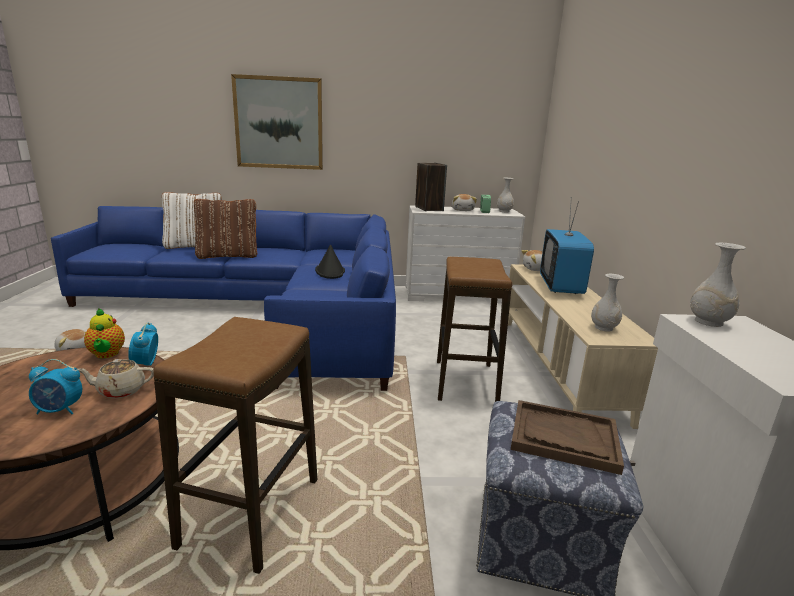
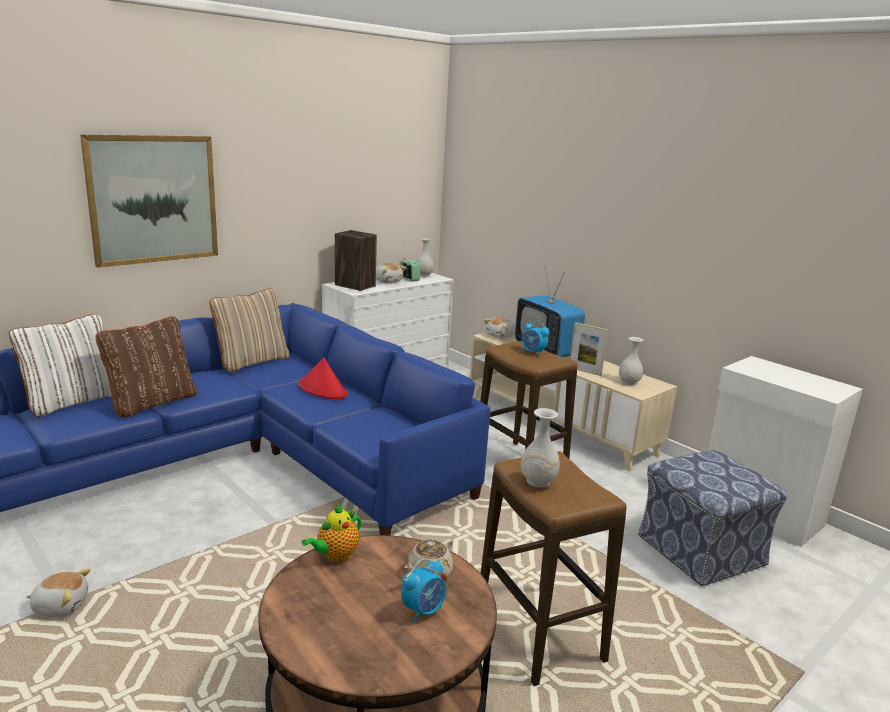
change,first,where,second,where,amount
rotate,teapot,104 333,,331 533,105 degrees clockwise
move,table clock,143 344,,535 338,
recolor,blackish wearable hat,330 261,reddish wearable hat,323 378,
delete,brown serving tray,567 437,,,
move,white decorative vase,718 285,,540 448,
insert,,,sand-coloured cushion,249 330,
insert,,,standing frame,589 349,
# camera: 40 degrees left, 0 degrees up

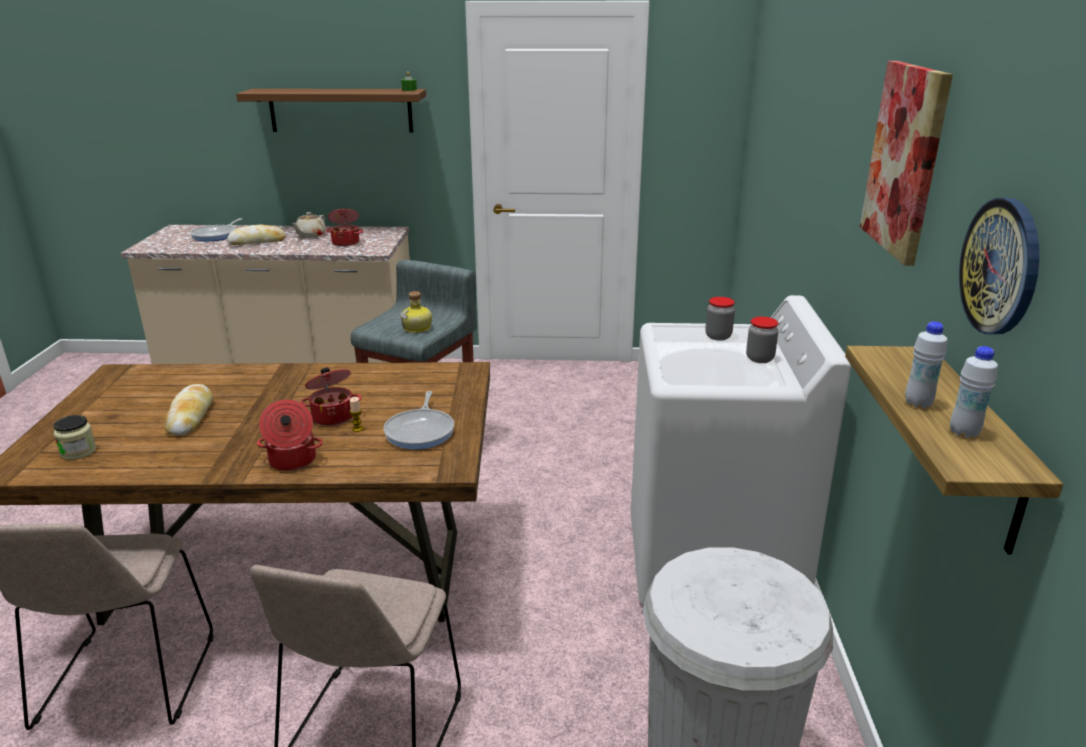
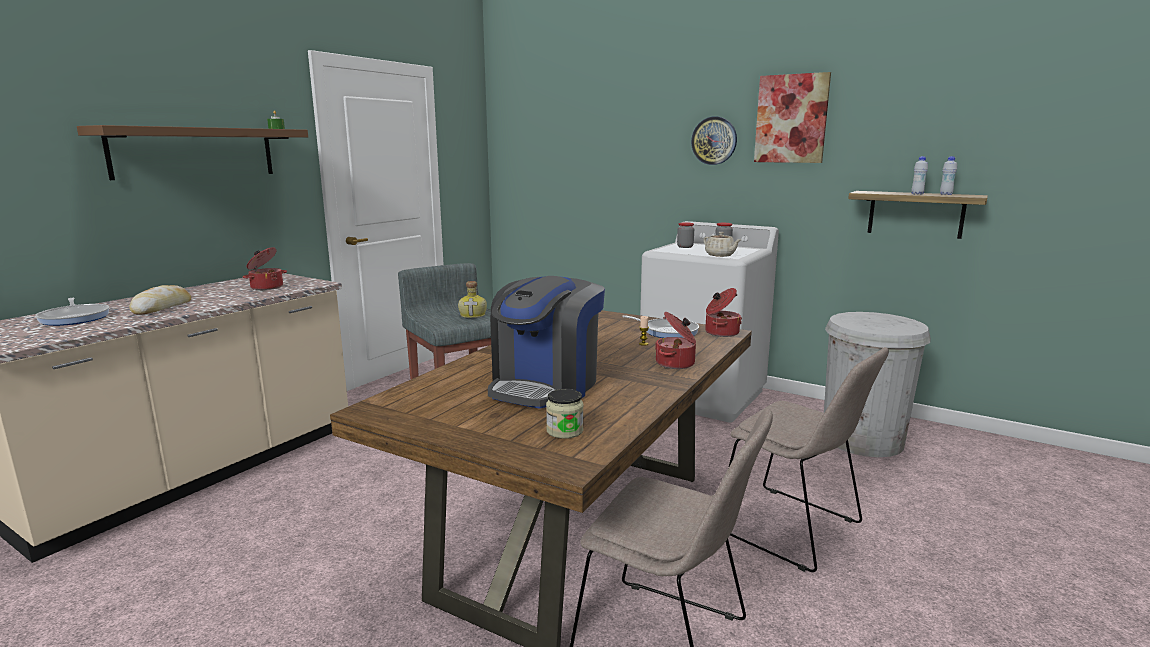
change,first,where,second,where,amount
replace,bakery bread,189 410,coffee machine,546 342,
move,sand-coloured teapot,309 225,,721 244,
move,saucepot,331 396,,723 312,
move,wall clock,999 266,,714 140,
# camera: 60 degrees left, 10 degrees down

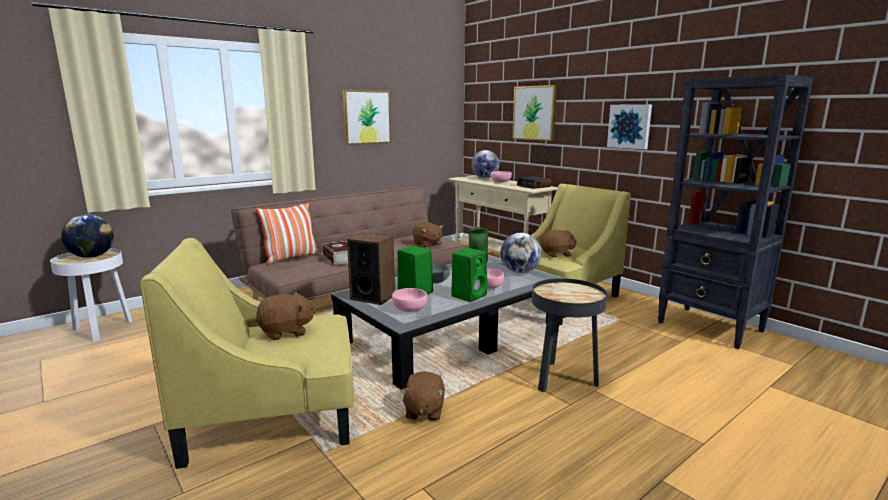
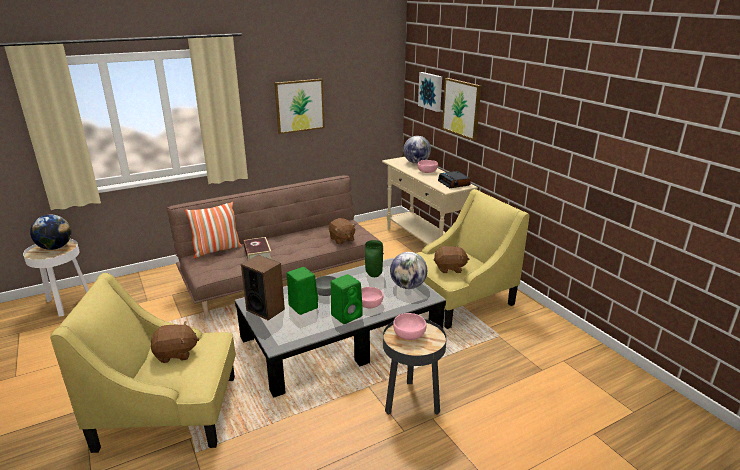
change,first,where,second,where,amount
move,pink bowl,409 300,,409 326,
delete,brown soft toy,422 396,,,
move,wall picture,629 126,,430 92,
delete,blackish bookshelf,735 211,,,
# camera: 10 degrees right, 10 degrees up

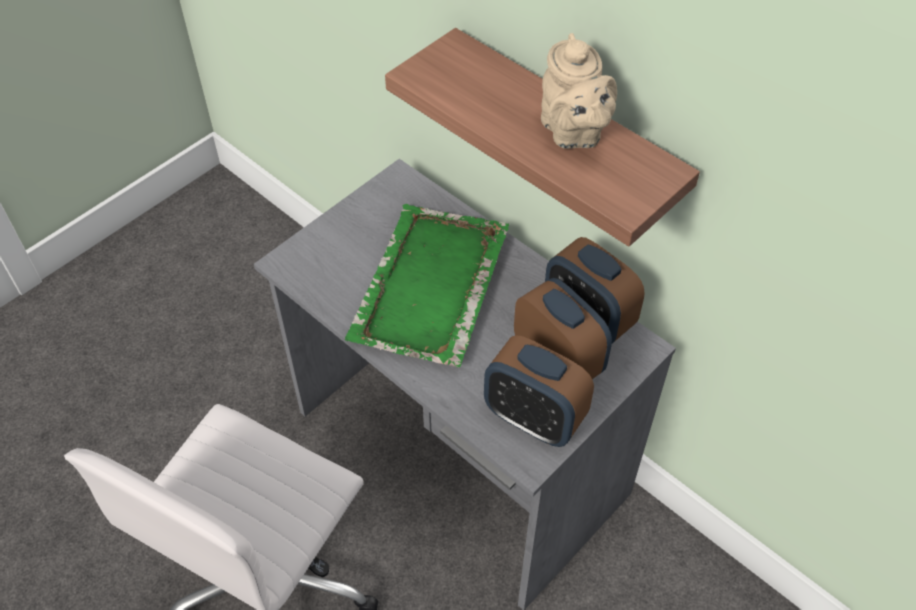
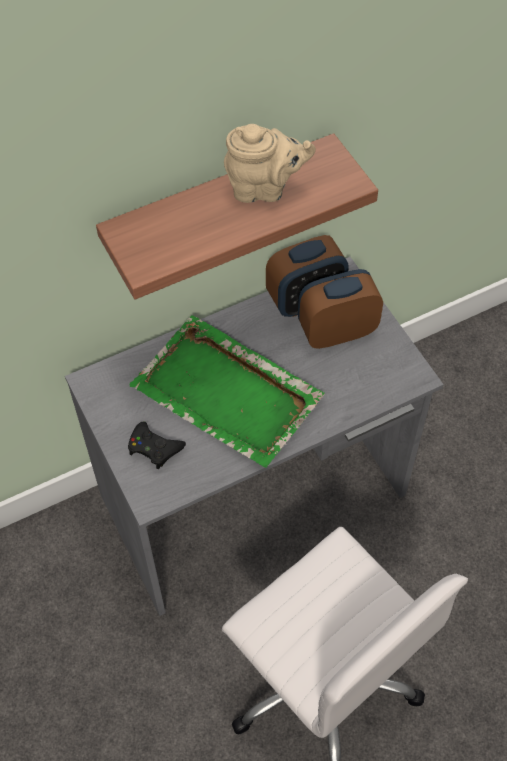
change,first,where,second,where,amount
delete,table clock,539 391,,,
insert,,,blackish gamepad,157 445,
# camera: 70 degrees left, 5 degrees up

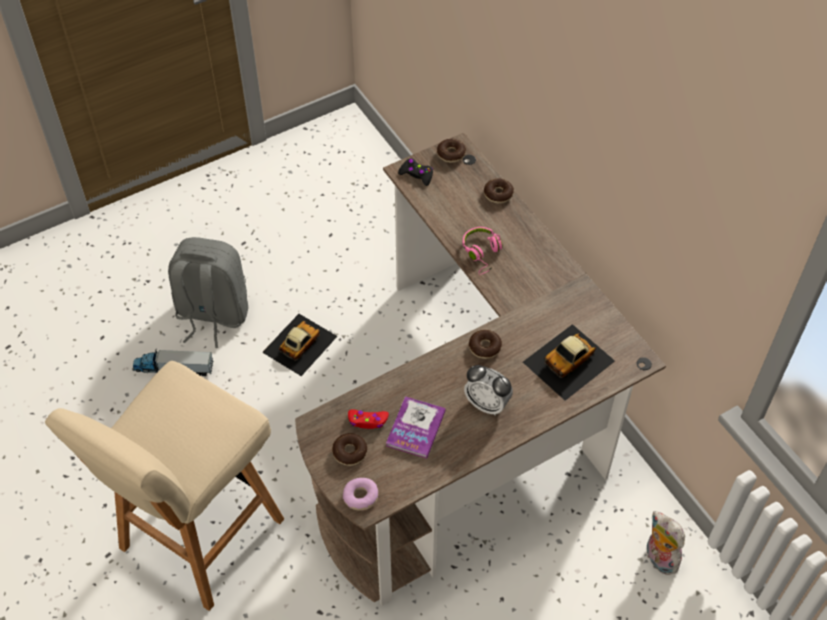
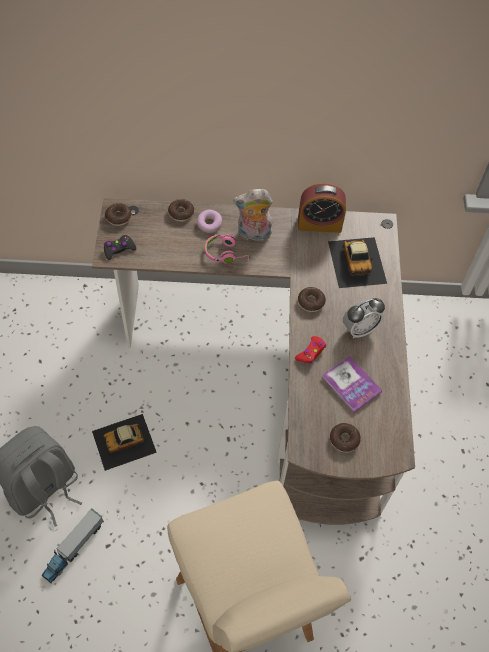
change,first,where,second,where,amount
rotate,model car,299 345,,124 442,90 degrees counterclockwise
move,donut,360 494,,209 221,
move,reddish gamepad,368 419,,310 349,
move,soft toy,666 543,,253 216,
insert,,,table clock,322 208,
# camera: 60 degrees left, 5 degrees up

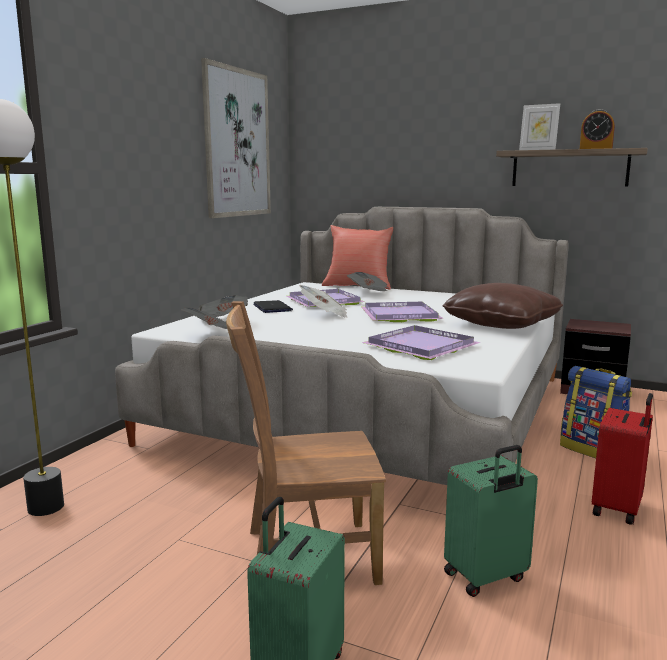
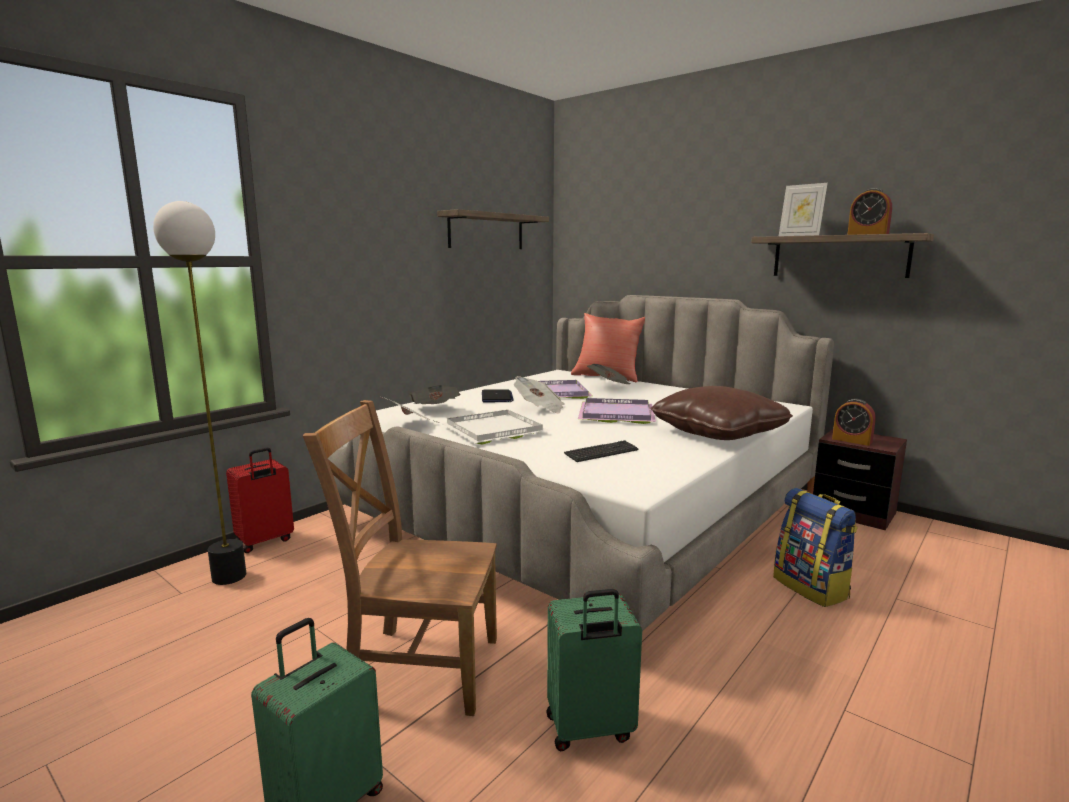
change,first,where,second,where,amount
replace,wall picture,236 138,bracket shelf,493 229,
replace,purplish serving tray,421 342,keyboard,601 451,
move,reddish piece of luggage,622 459,,260 500,
insert,,,white serving tray,495 427,
insert,,,table clock,854 422,
# camera: 15 degrees right, 0 degrees up

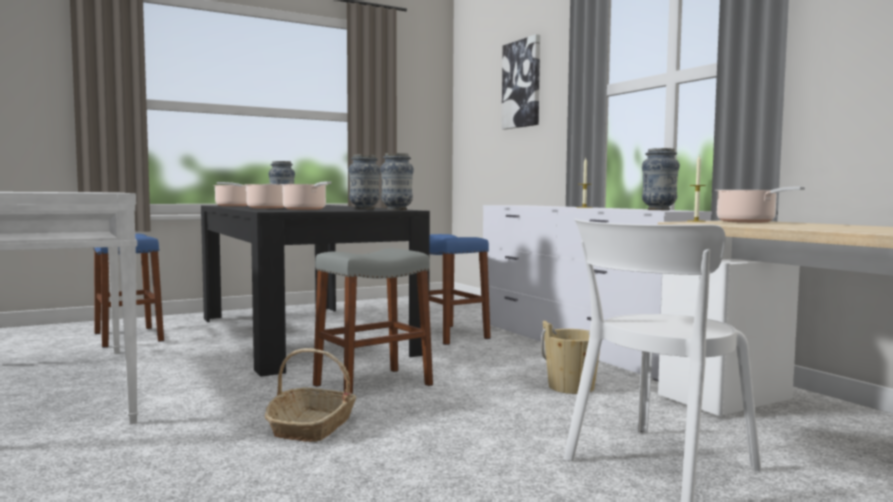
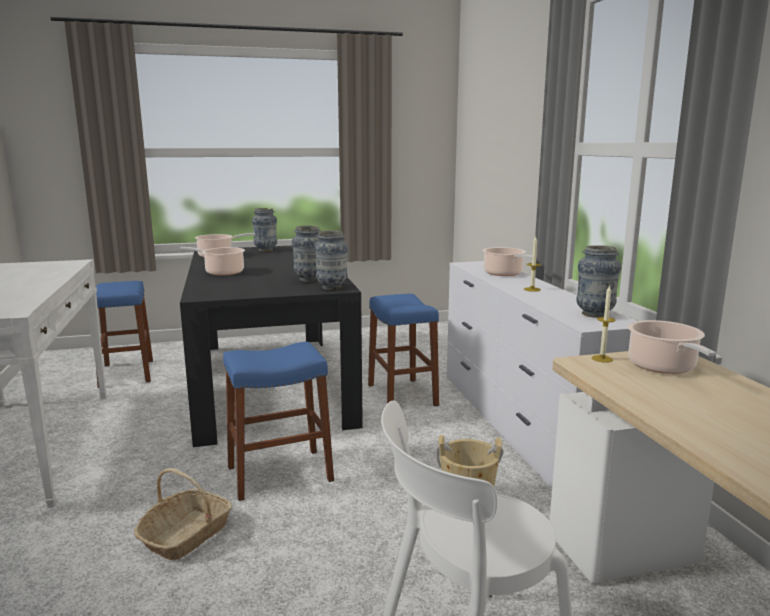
change,first,where,second,where,amount
move,saucepot,305 195,,507 261,
recolor,gray sitting stool,373 321,blue-coloured sitting stool,278 421,
delete,wall picture,520 81,,,
# camera: 15 degrees right, 10 degrees up

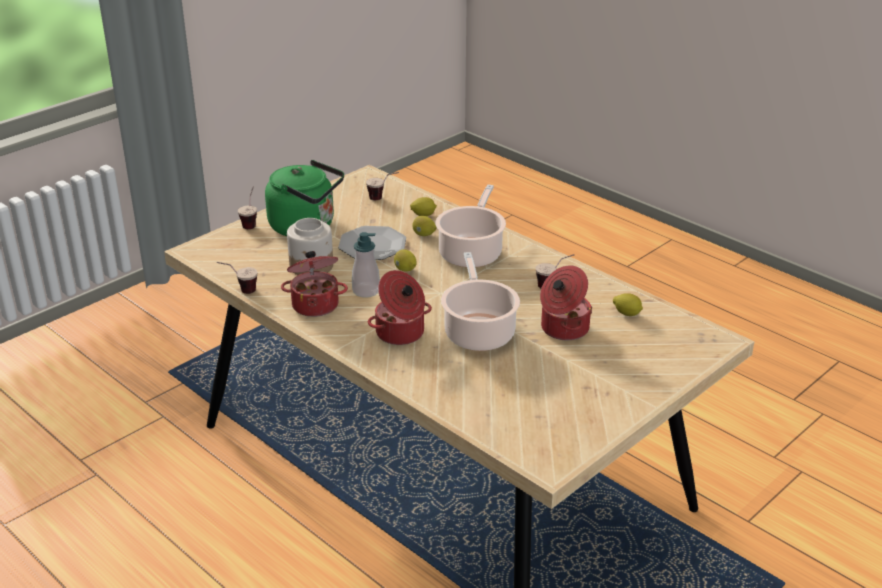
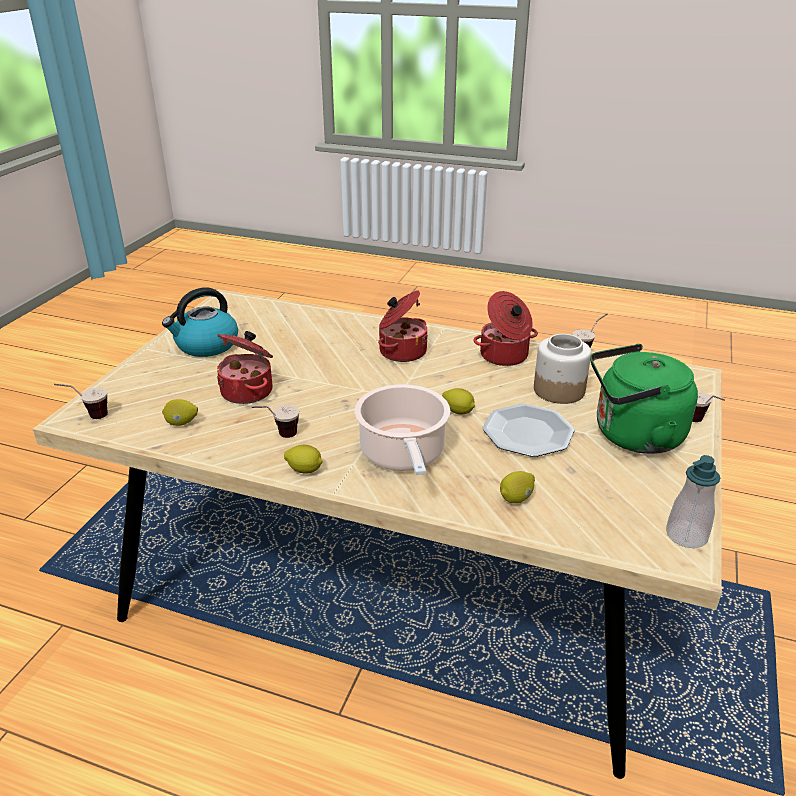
change,first,where,second,where,amount
move,soap bottle,366 265,,693 501,
move,cup,382 186,,81 401,
move,lemon,424 226,,303 459,
delete,saucepot,480 301,,,
insert,,,kettle,200 322,
# camera: 155 degrees right, 0 degrees up

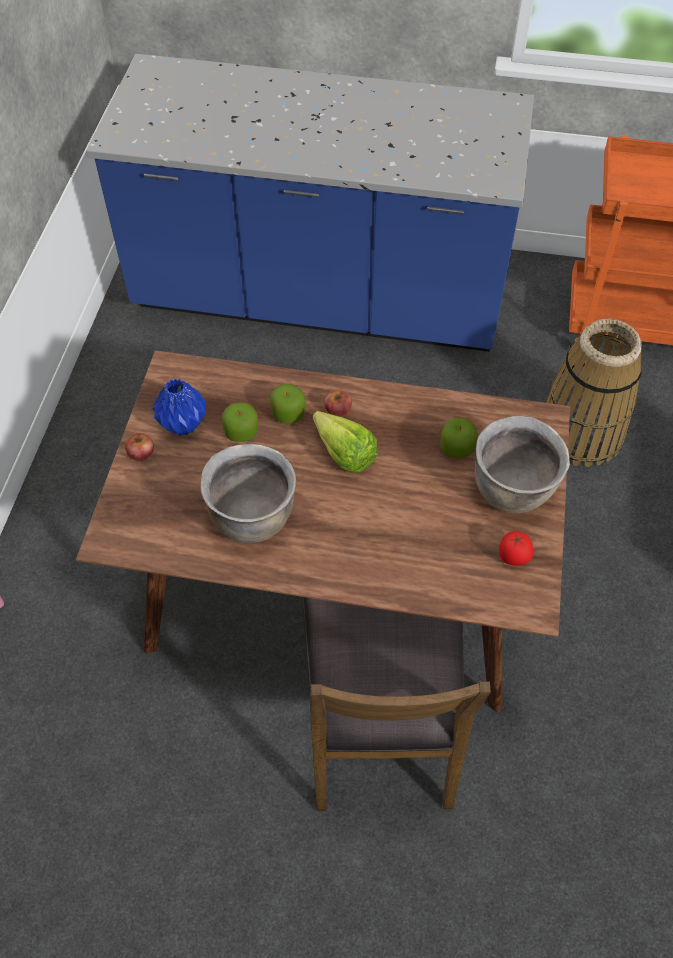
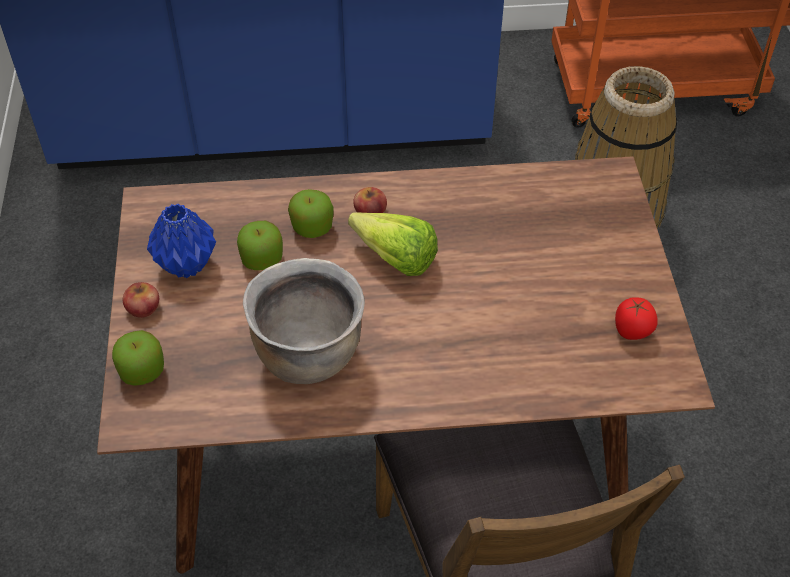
change,first,where,second,where,amount
move,apple,459 438,,138 358,
delete,brown saucepot,522 465,,,
# camera: 15 degrees left, 5 degrees down

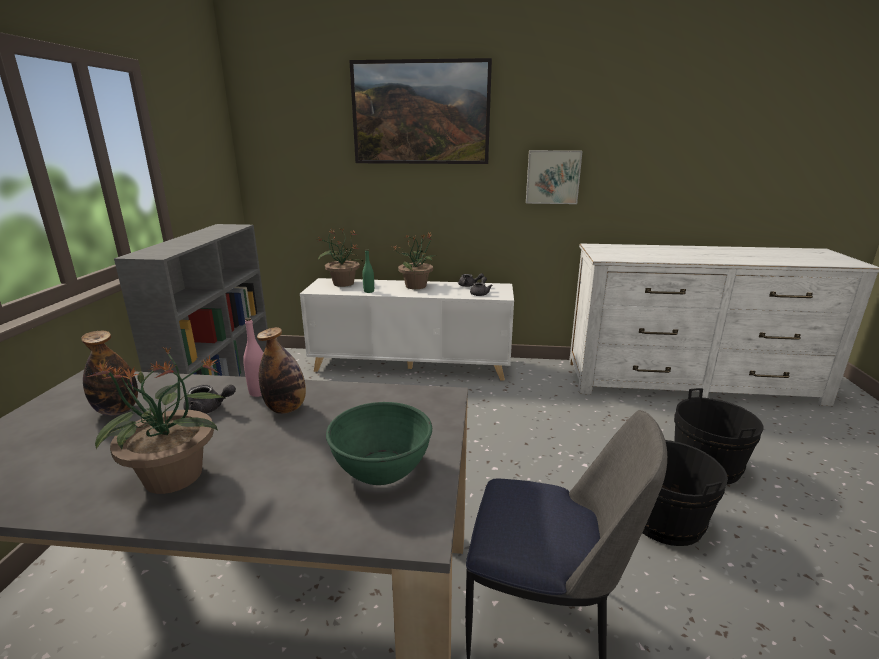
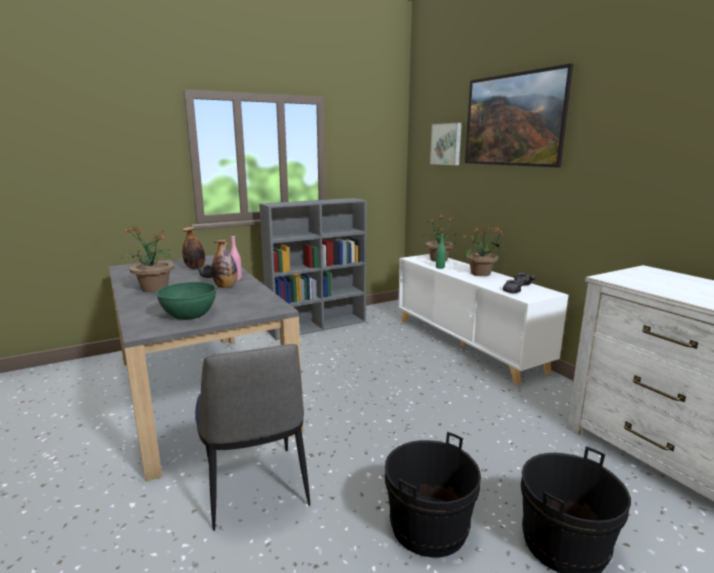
change,first,where,second,where,amount
move,wall picture,554 177,,446 144,
# camera: 55 degrees right, 5 degrees down

